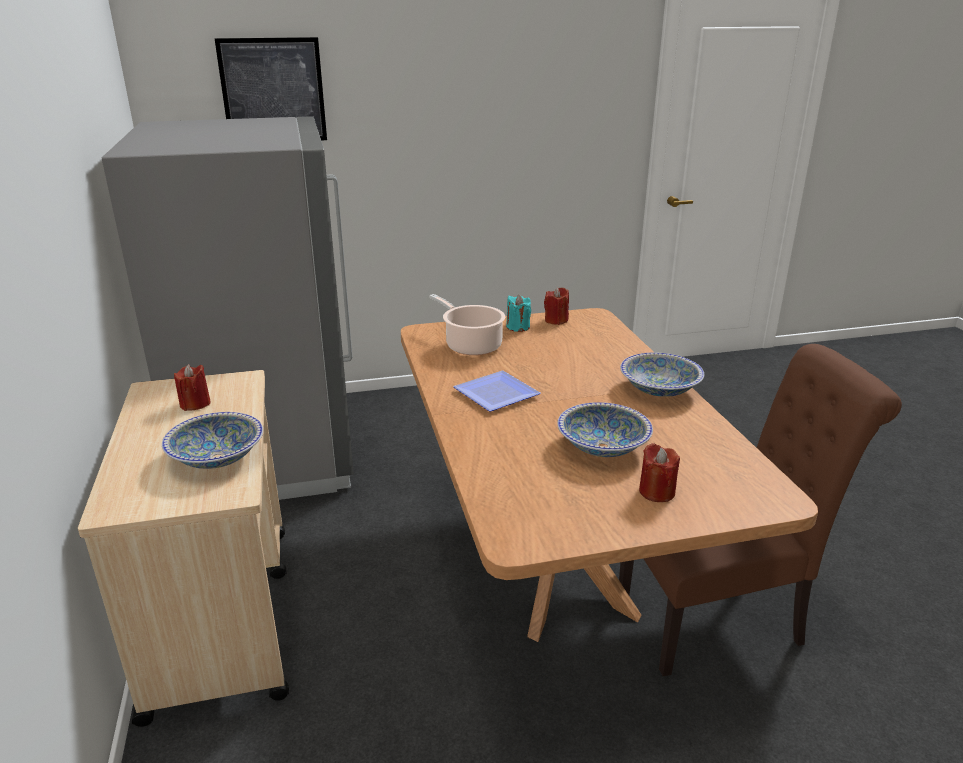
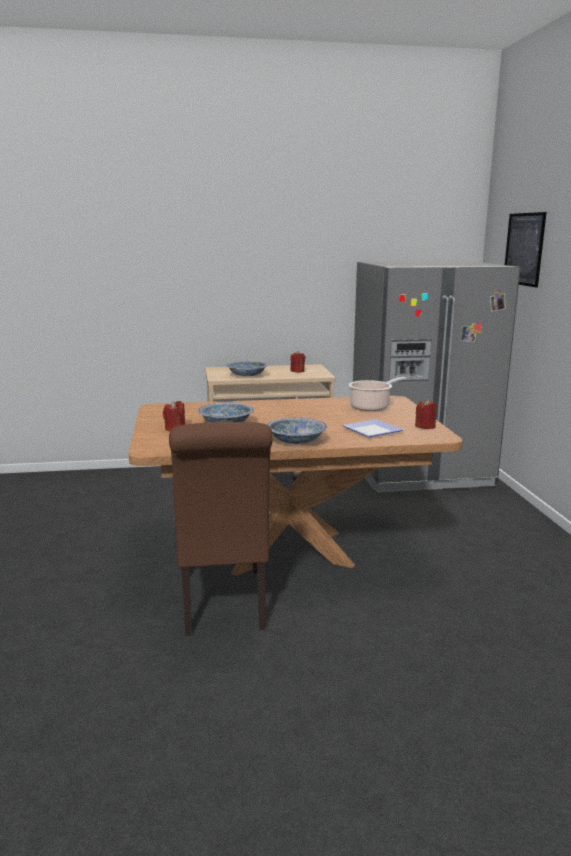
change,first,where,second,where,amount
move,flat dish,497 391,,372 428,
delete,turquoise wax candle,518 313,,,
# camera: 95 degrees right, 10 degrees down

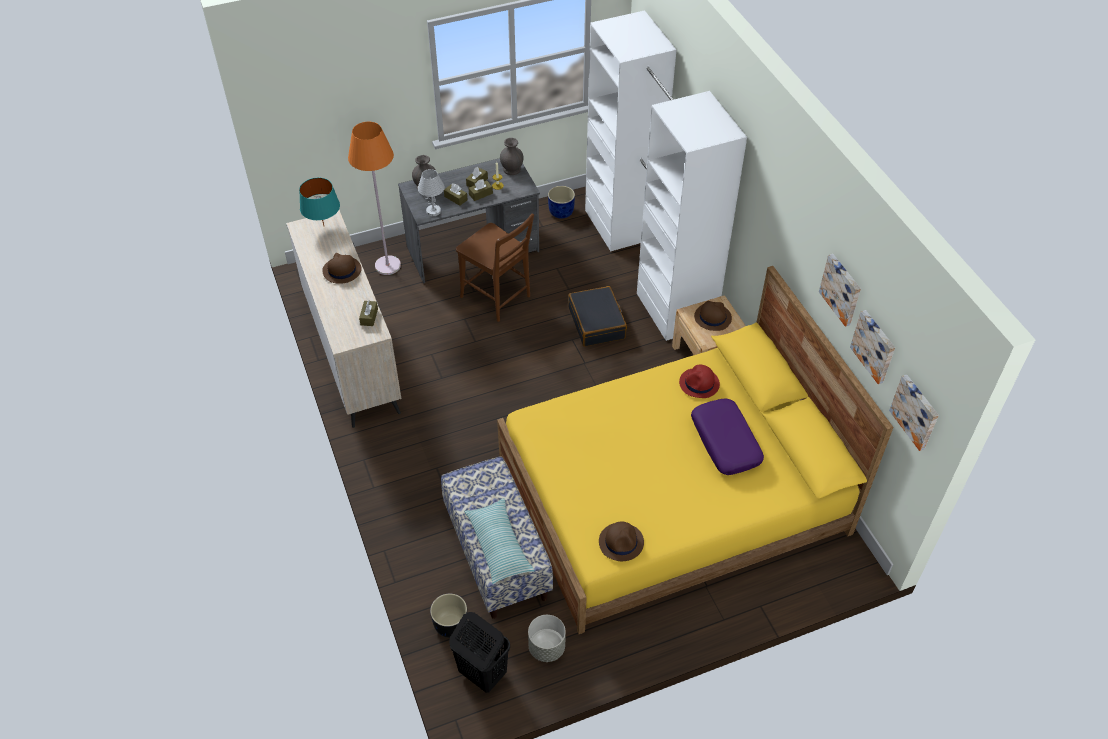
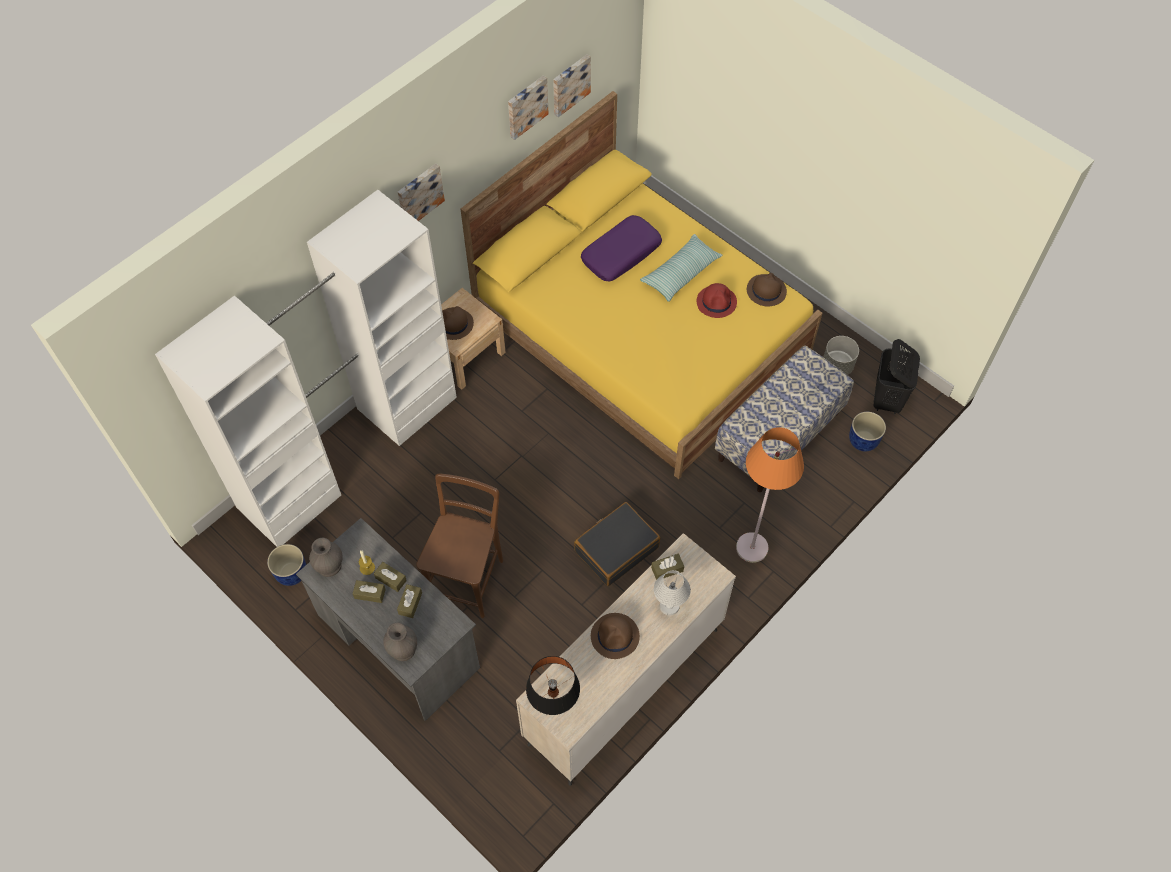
change,first,where,second,where,amount
recolor,turquoise tabletop lamp,319 202,blackish tabletop lamp,553 685,
move,orangey standing lamp,374 198,,770 495,
move,white tabletop lamp,431 192,,672 592,
recolor,blackish planter,448 616,blue-coloured planter,867 431,
move,cushion,499 541,,681 268,
move,blackish piece of luggage,597 316,,617 544,
move,reddish wearable hat,699 381,,717 300,
move,wall picture,914 413,,421 192,
# camera: 115 degrees left, 10 degrees up

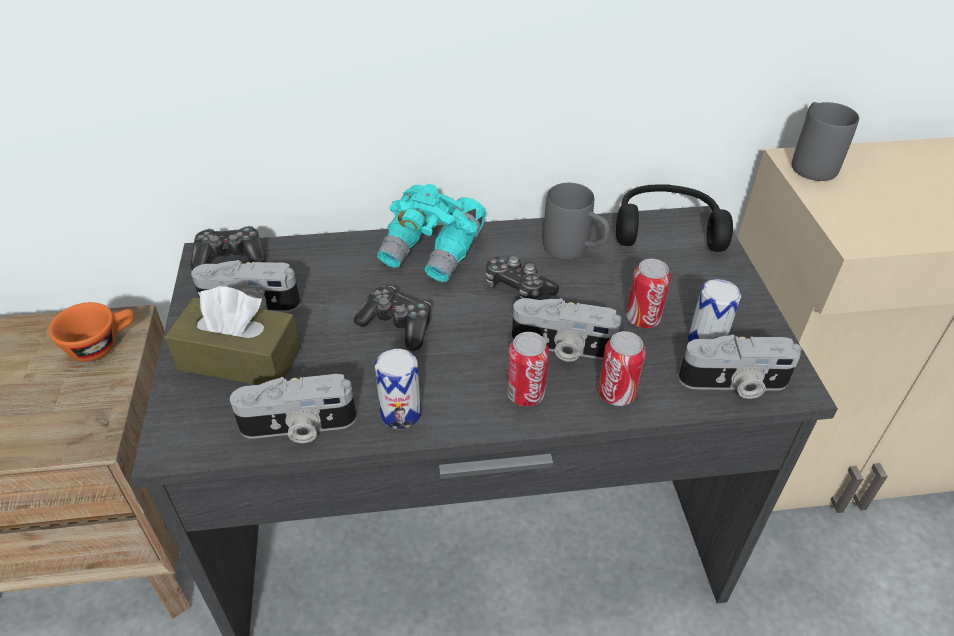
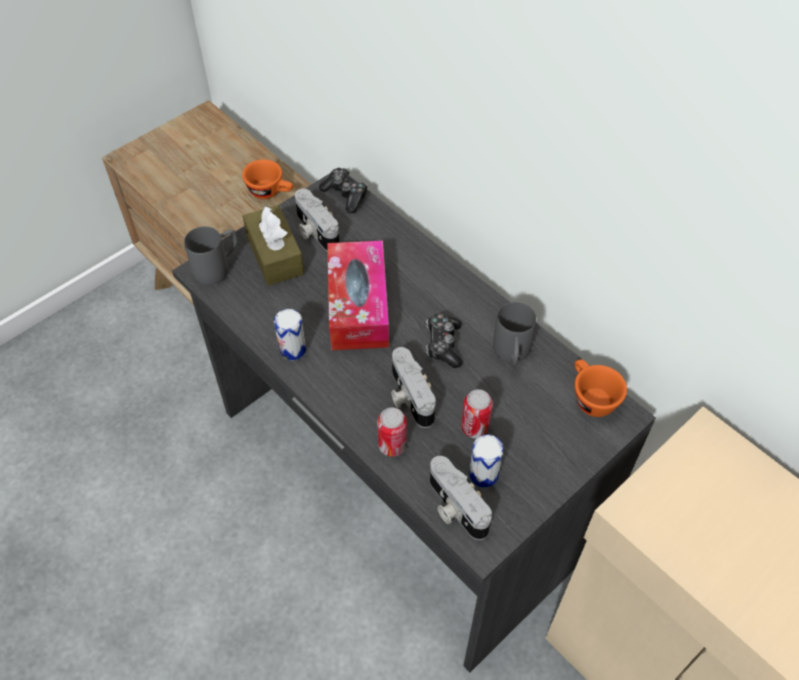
change,first,where,second,where,amount
delete,photo camera,293 408,,,
replace,gamepad,392 318,tissue box,358 295,
delete,turquoise pair of binoculars,431 233,,,
delete,metal can,528 369,,,
replace,blackish pair of headphones,674 218,orangey cup,601 388,
move,gray tea mug,825 141,,211 255,
# camera: 55 degrees right, 10 degrees up

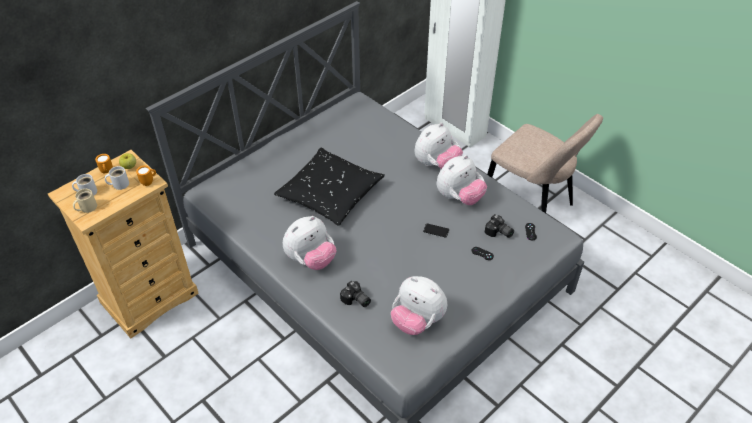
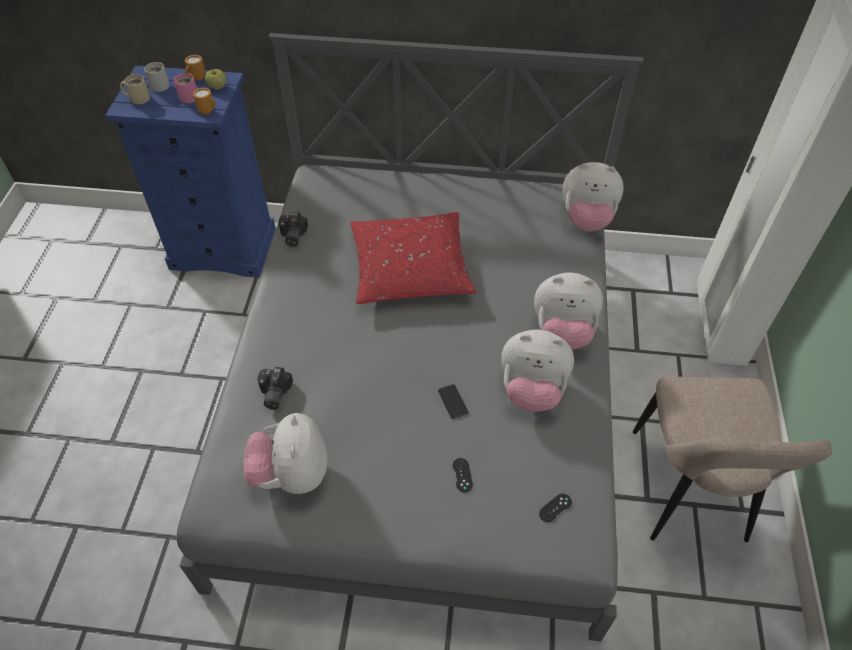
change,first,where,second,where,amount
recolor,sand-coloured drawer chest,123 244,blue-coloured drawer chest,190 172,
recolor,white tea mug,117 178,pink tea mug,185 88,
recolor,blackish cushion,329 187,reddish cushion,413 258,
move,soft toy,309 243,,593 197,
move,photo camera,499 226,,293 229,
# camera: 50 degrees right, 5 degrees up

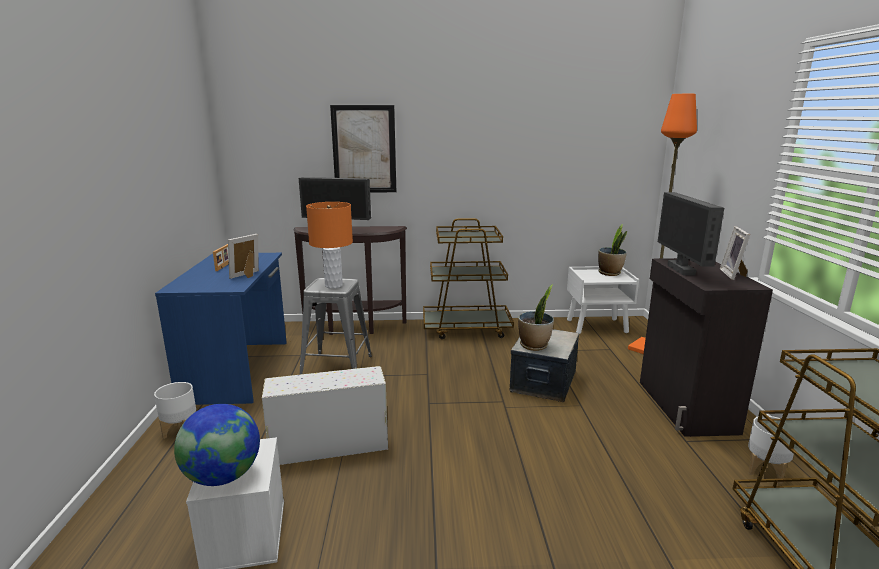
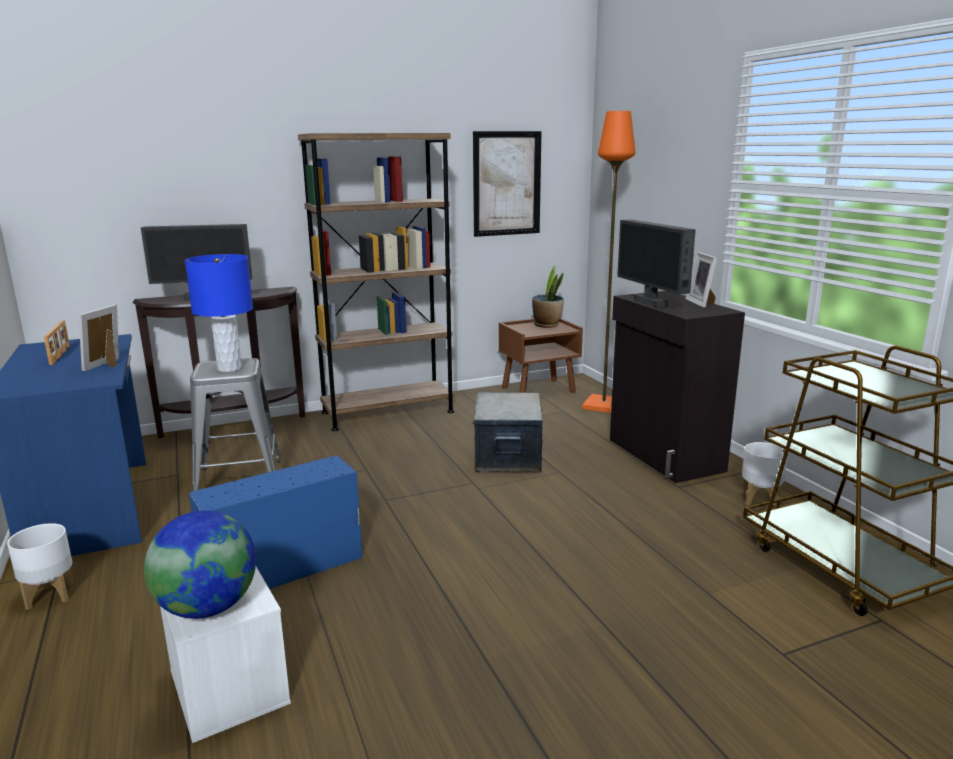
change,first,where,second,where,amount
recolor,white storage bin,325 415,blue-coloured storage bin,275 522,
recolor,orangey tabletop lamp,329 245,blue-coloured tabletop lamp,219 313,
move,wall picture,363 148,,507 184,
replace,brown wheeled cart,468 278,brown bookshelf,376 282,
delete,plant in a pot,536 317,,,
recolor,white bedside table,603 300,brown bedside table,541 355,
# camera: 20 degrees left, 0 degrees up

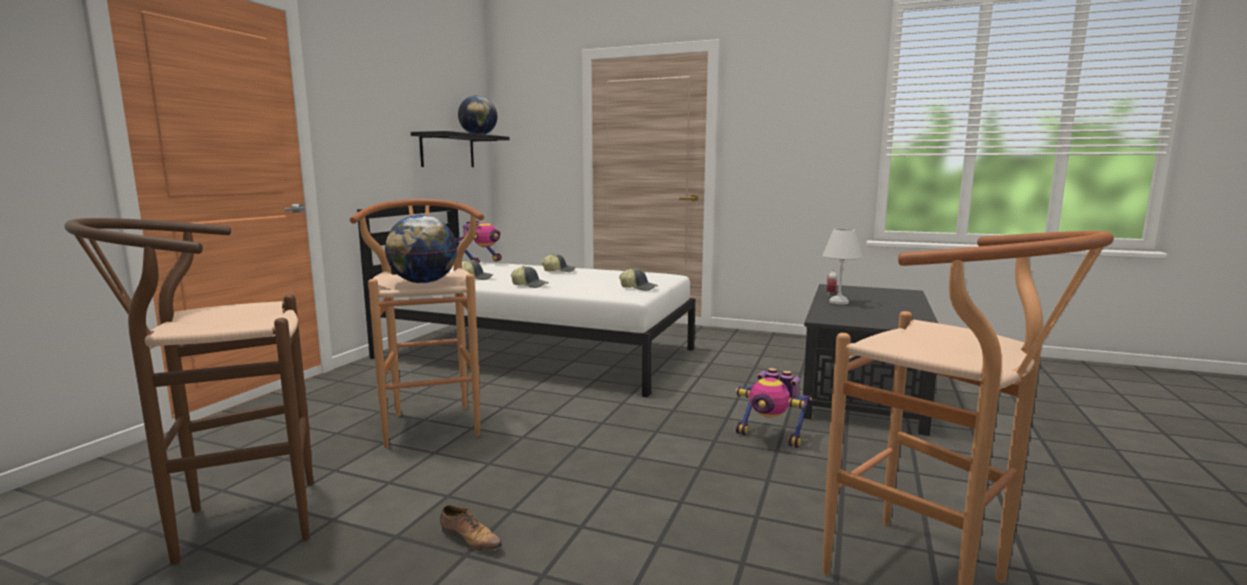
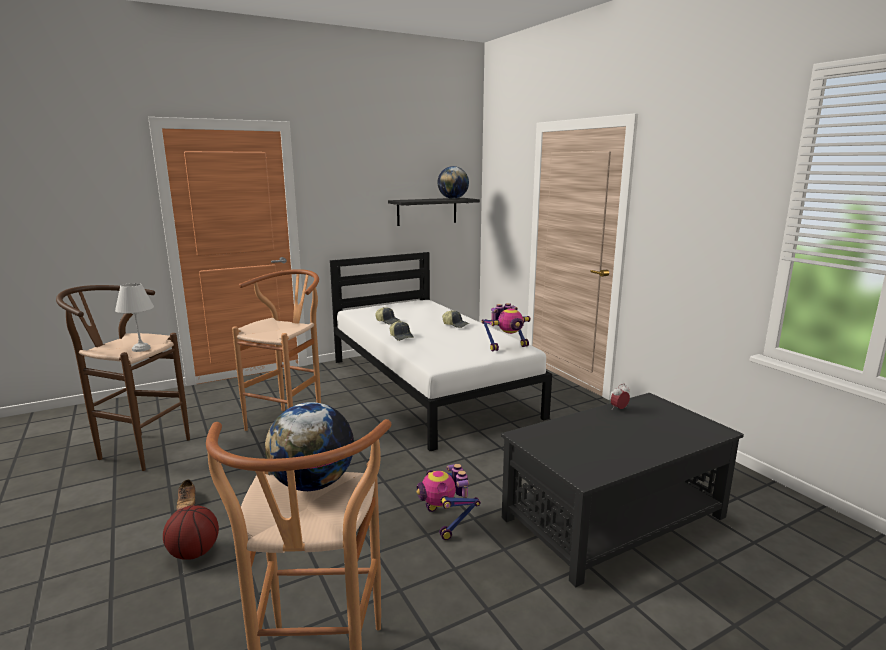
change,first,where,second,where,amount
move,globe,421 249,,309 446,
move,toy robot,478 242,,506 327,
delete,peaked cap,638 279,,,
move,white tabletop lamp,842 266,,134 317,
insert,,,basketball ball,191 532,
# camera: 40 degrees right, 5 degrees up

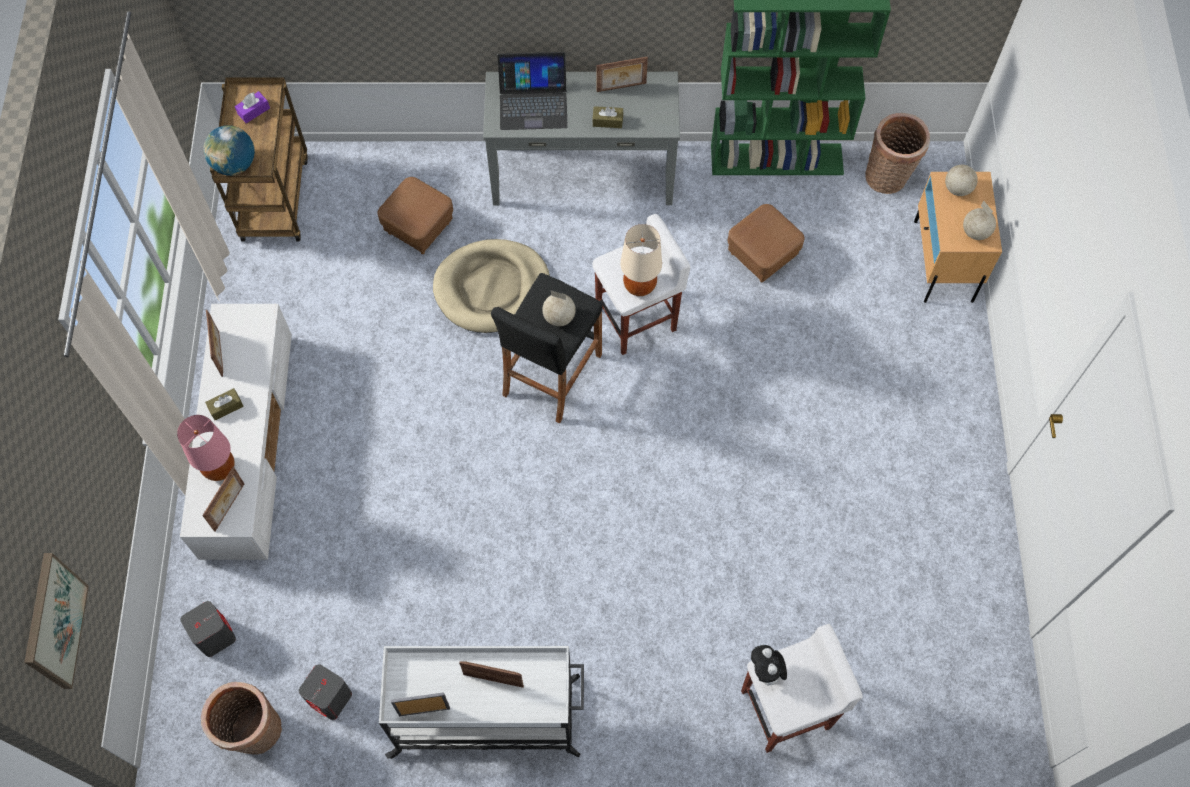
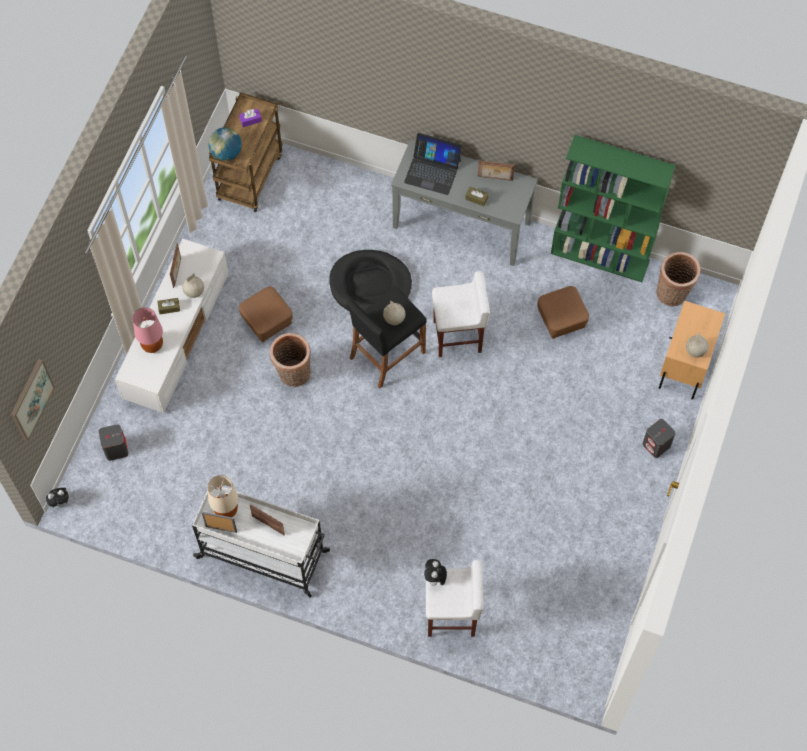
change,first,where,second,where,amount
move,storage basket,241 718,,290 360,
delete,standing frame,223 499,,,
move,gray loudspeaker,325 692,,659 438,
move,brown footrest,415 215,,266 314,
recolor,sand-coloured dog bed,491 286,blackish dog bed,370 280,
move,sand-coloured tabletop lamp,641 260,,223 496,
move,globe,961 179,,193 285,
insert,,,soft toy,59 498,
# camera: 20 degrees right, 0 degrees up

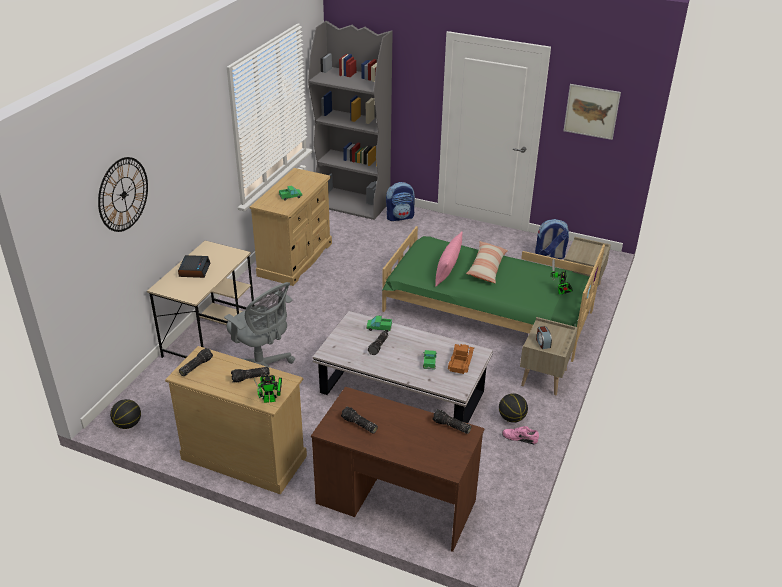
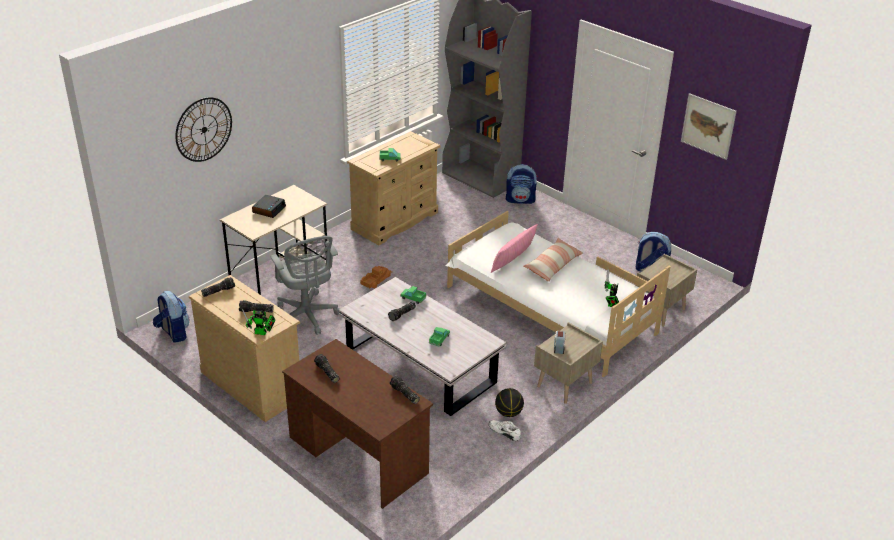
change,first,where,second,where,amount
replace,basketball ball,125 414,backpack,171 317,
recolor,green-coloured sleeping bed,493 294,white sleeping bed,558 294,
move,model truck,461 359,,376 277,
recolor,pink shoe,520 435,white shoe,505 430,
# camera: 20 degrees right, 0 degrees up

